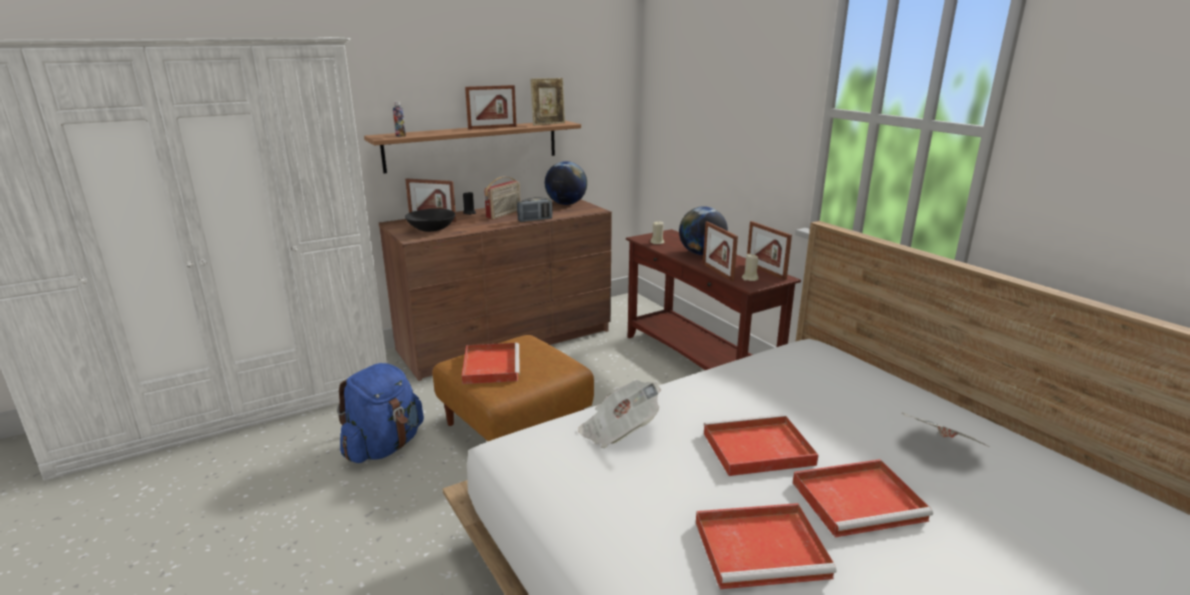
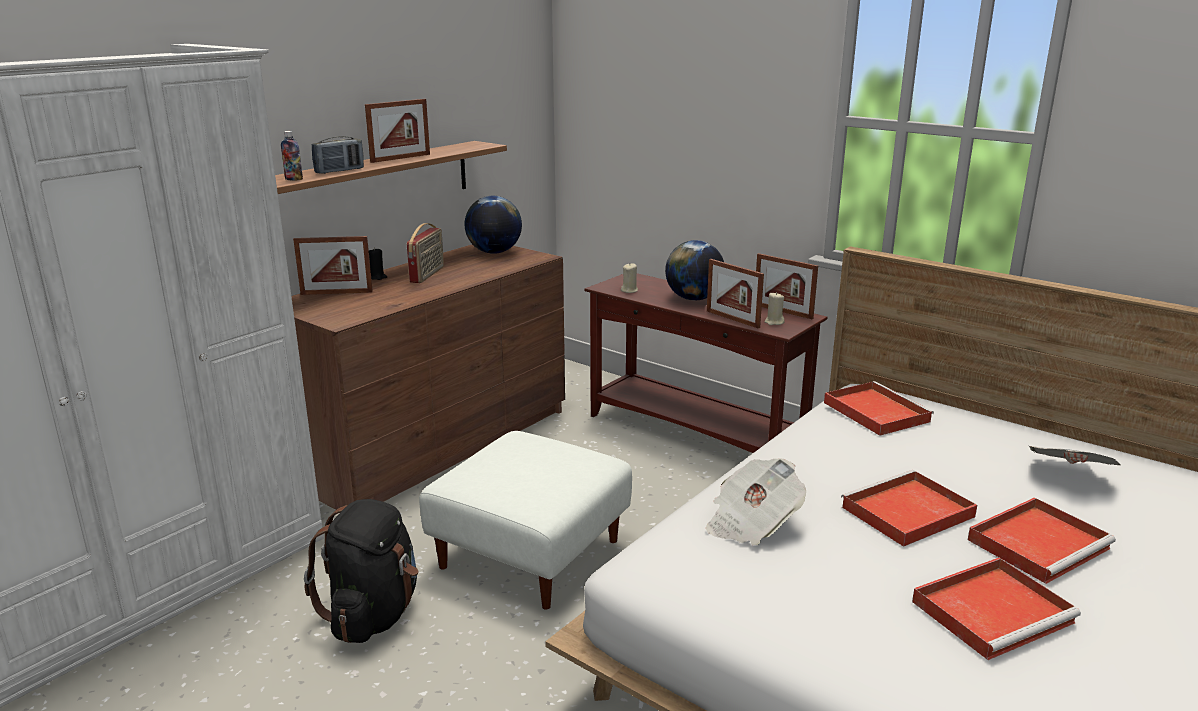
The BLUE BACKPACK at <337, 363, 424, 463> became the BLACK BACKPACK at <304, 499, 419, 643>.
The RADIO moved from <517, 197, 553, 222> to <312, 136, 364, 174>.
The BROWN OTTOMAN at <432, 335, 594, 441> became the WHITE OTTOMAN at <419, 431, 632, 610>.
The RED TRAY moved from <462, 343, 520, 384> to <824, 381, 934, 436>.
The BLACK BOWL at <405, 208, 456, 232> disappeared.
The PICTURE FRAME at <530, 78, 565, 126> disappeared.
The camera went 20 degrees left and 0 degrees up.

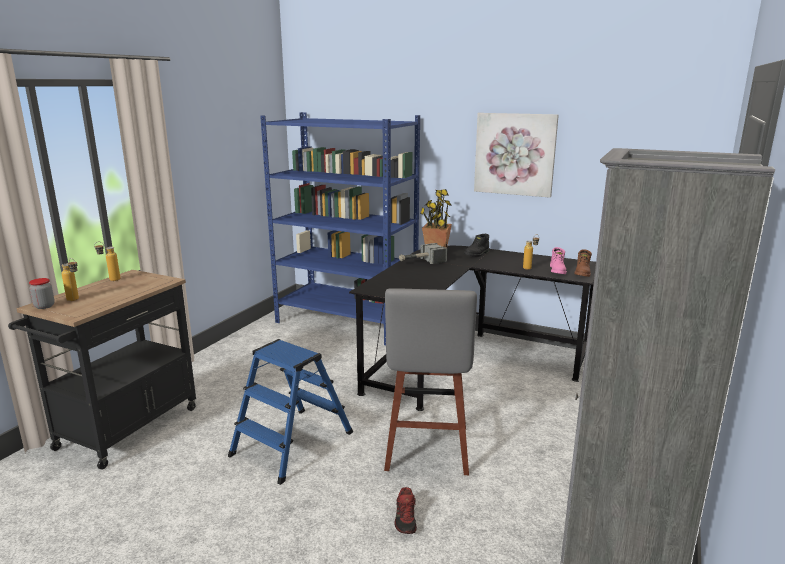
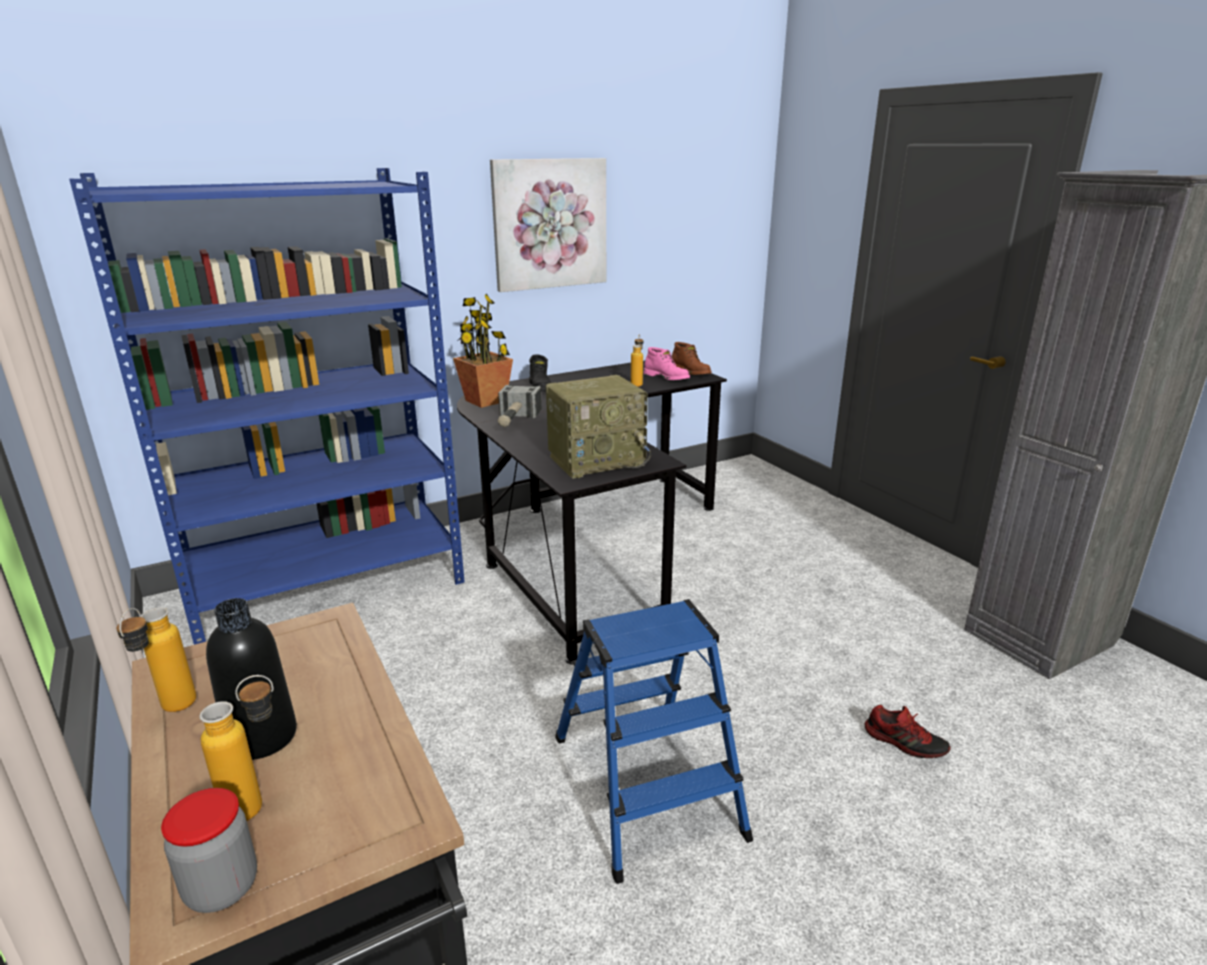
The BLACK BOTTLE at <206, 598, 297, 760> appeared.
The RADIO at <546, 375, 651, 479> appeared.
The GREY STOOL at <384, 288, 477, 475> disappeared.
The camera went 55 degrees left and 5 degrees up.

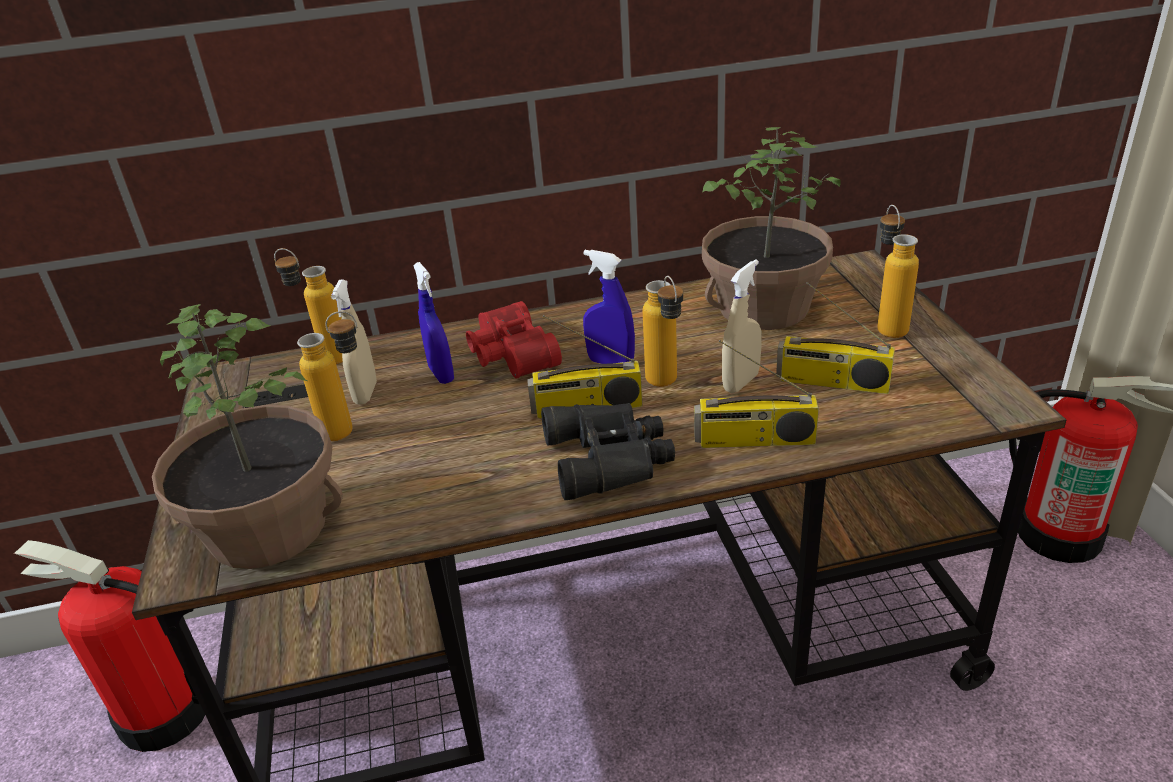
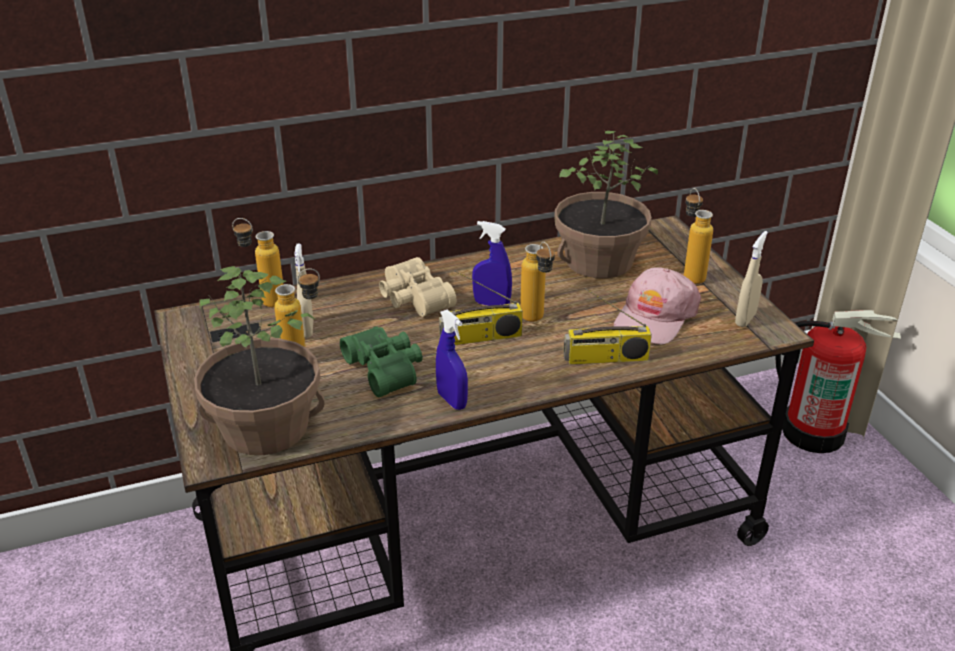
The GREEN BINOCULARS at <340, 326, 422, 397> appeared.
The RED BINOCULARS at <466, 301, 562, 379> became the BEIGE BINOCULARS at <379, 257, 456, 317>.
The BLUE SPRAY BOTTLE moved from <413, 262, 454, 384> to <436, 309, 468, 410>.
The RADIO at <776, 282, 895, 394> was replaced by the PINK CAP at <614, 267, 701, 344>.
The BEIGE SPRAY BOTTLE moved from <722, 259, 762, 393> to <735, 231, 768, 327>.
The FIRE EXTINGUISHER at <14, 540, 205, 752> disappeared.
The BLACK BINOCULARS at <541, 403, 675, 500> disappeared.
The camera went 10 degrees left and 0 degrees up.

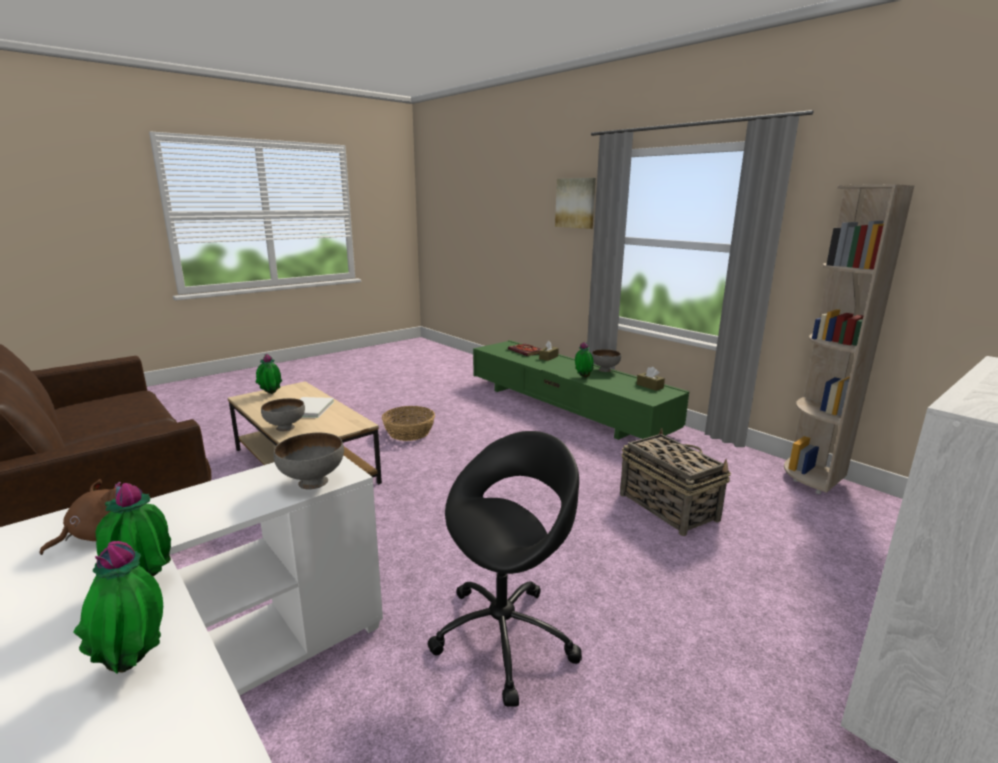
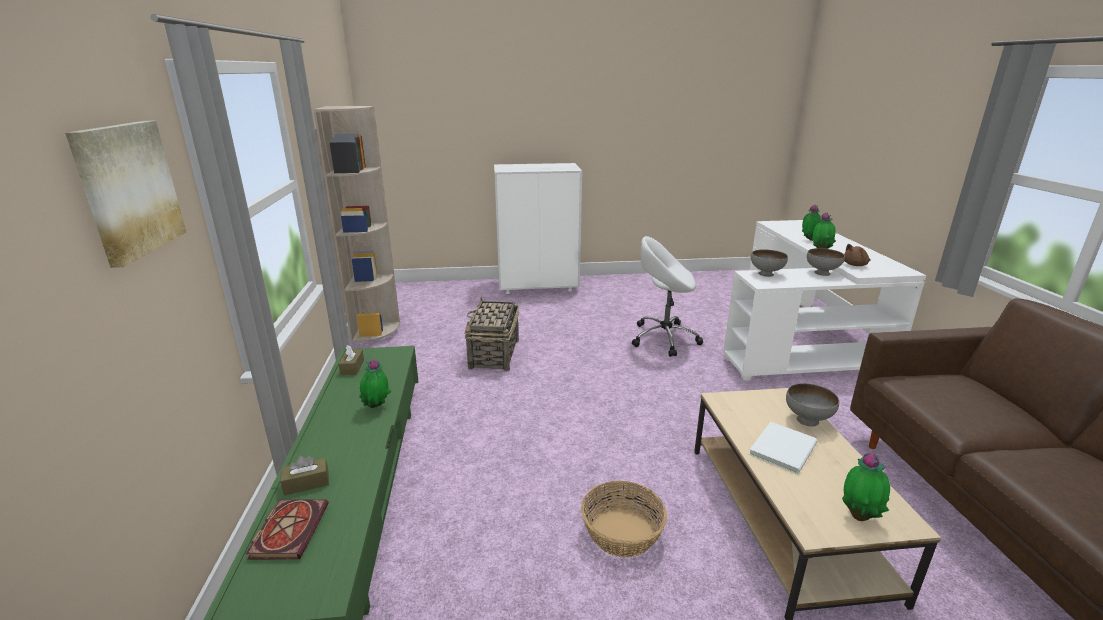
The BLACK OFFICE CHAIR at <428, 431, 582, 707> became the WHITE OFFICE CHAIR at <632, 236, 703, 357>.
The GREY BOWL moved from <591, 349, 621, 372> to <807, 248, 845, 276>.
The camera went 145 degrees left and 5 degrees up.

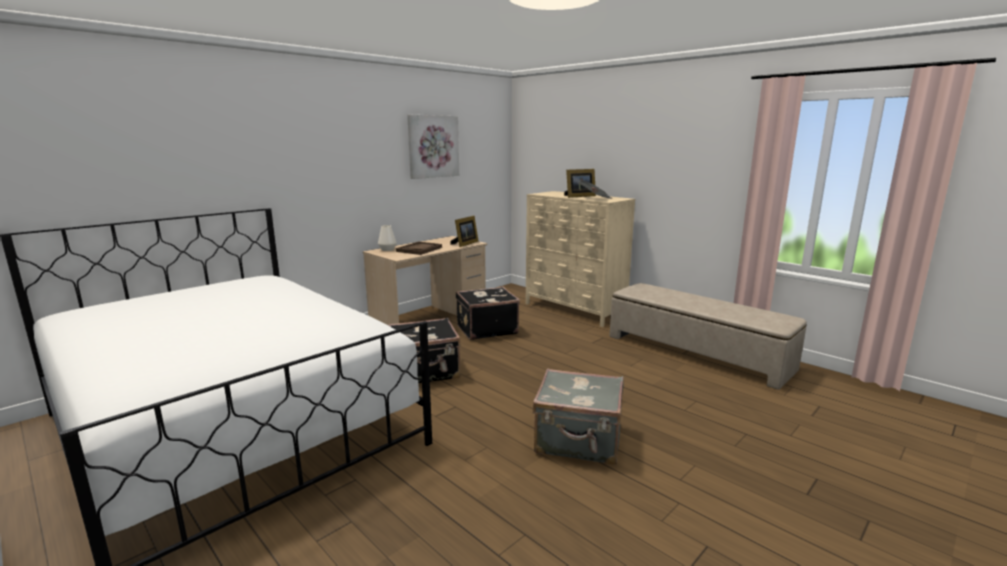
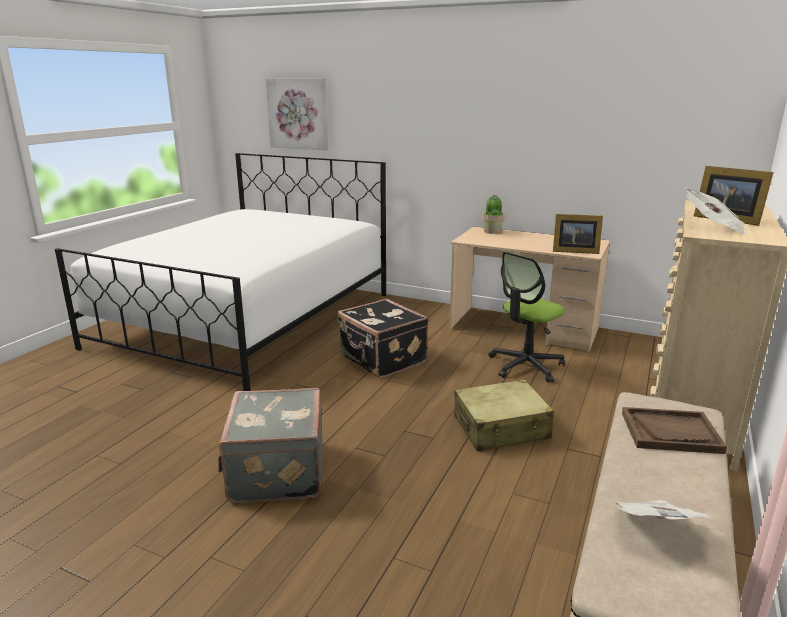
The PICTURE moved from <407, 115, 459, 179> to <266, 78, 328, 150>.
The BEIGE SUITCASE at <454, 379, 554, 451> appeared.
The WHITE VASE at <378, 225, 397, 251> was replaced by the POTTED PLANT at <482, 195, 505, 234>.
The BLACK SUITCASE at <456, 287, 520, 340> was replaced by the OFFICE CHAIR at <489, 251, 565, 383>.
The NEWSPAPER at <614, 500, 711, 520> appeared.
The BROWN TRAY moved from <396, 241, 442, 255> to <622, 407, 727, 454>.
The camera went 70 degrees right and 5 degrees up.

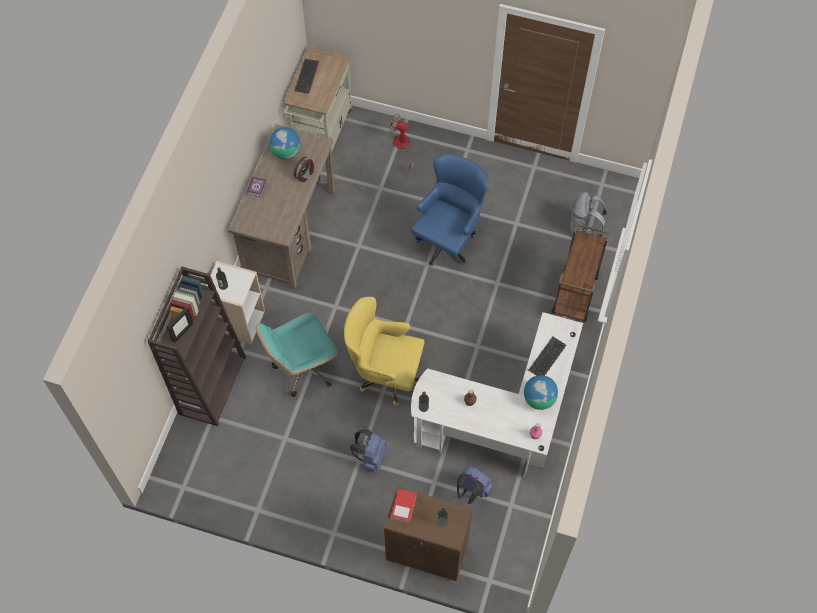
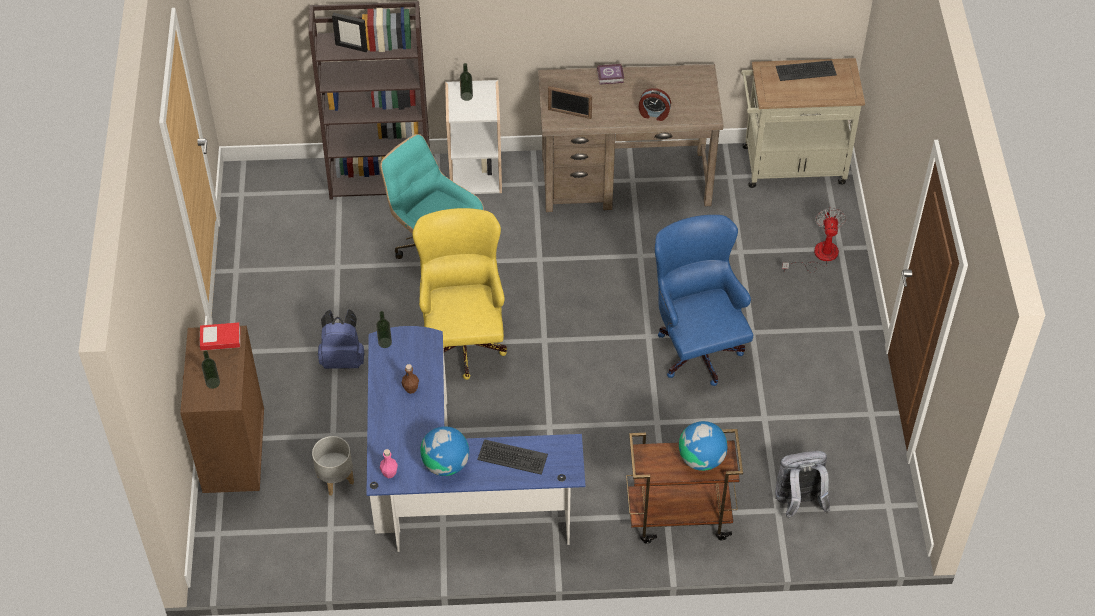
The BLUE BACKPACK at <457, 466, 492, 504> was replaced by the GREY PLANTER at <312, 436, 354, 496>.
The WHITE DESK at <411, 312, 583, 478> became the BLUE DESK at <366, 326, 585, 552>.
The PICTURE FRAME at <548, 86, 592, 119> appeared.
The BLUE OFFICE CHAIR at <411, 154, 489, 266> turned 120 degrees counterclockwise.
The GLOBE moved from <269, 127, 301, 159> to <679, 421, 727, 471>.
The camera went 70 degrees right and 10 degrees down.

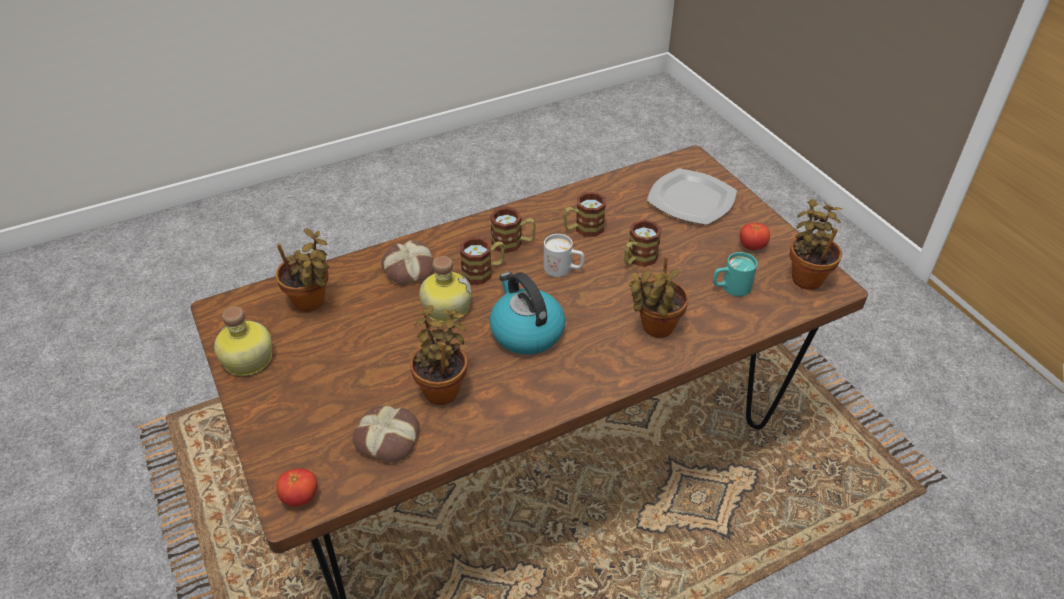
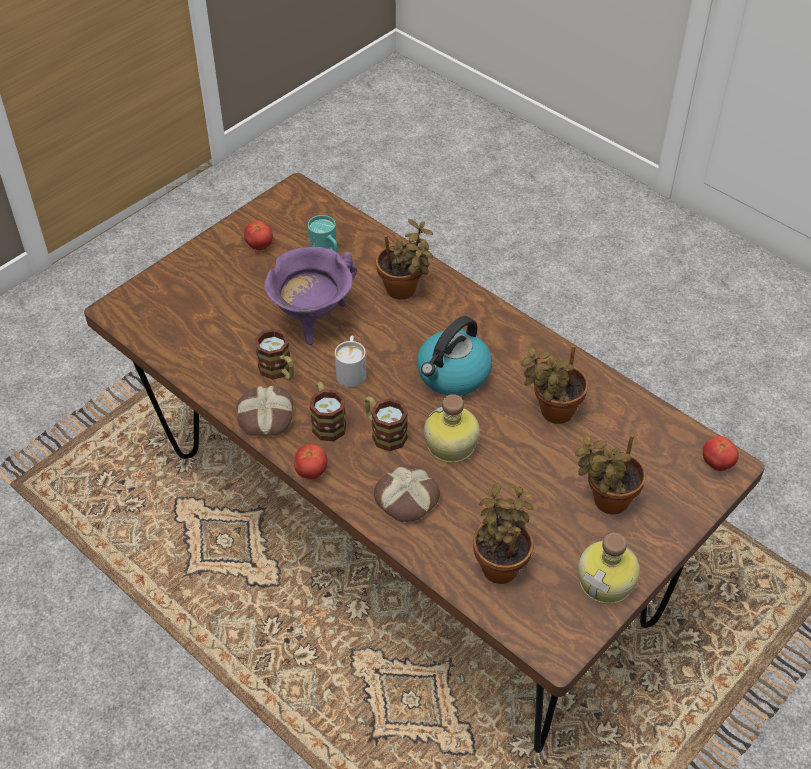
The BREAD moved from <352, 405, 420, 462> to <236, 385, 293, 436>.
The MUG at <624, 220, 662, 267> was replaced by the PURPLE COOKING POT at <264, 247, 357, 345>.
The TOMATO at <294, 444, 327, 479> appeared.
The POTTED PLANT moved from <790, 199, 842, 290> to <575, 434, 646, 515>.
The PLATE at <647, 168, 737, 225> disappeared.
The camera went 110 degrees left and 5 degrees up.

